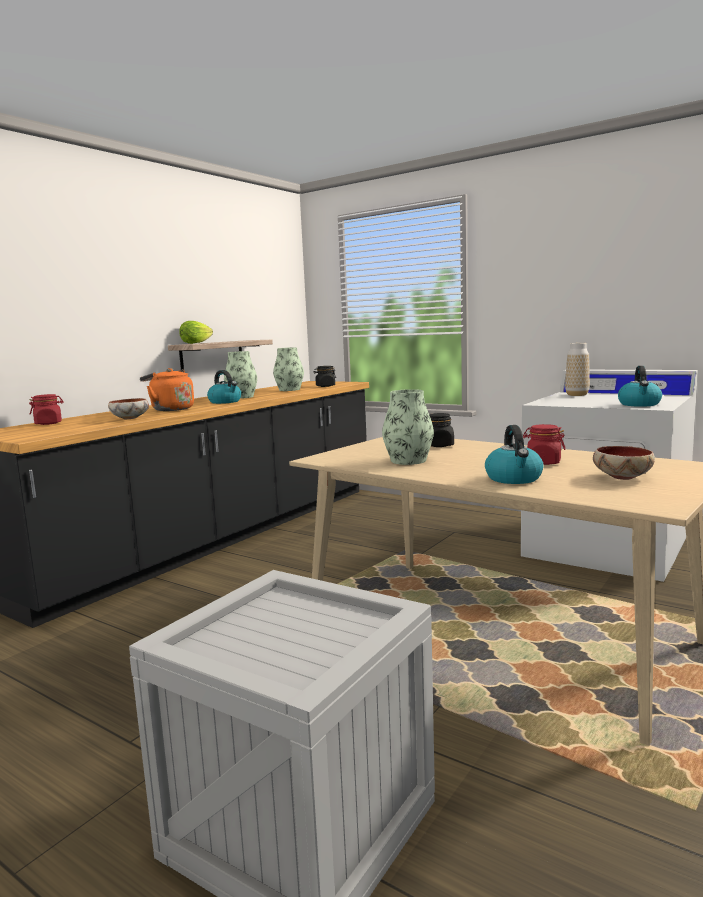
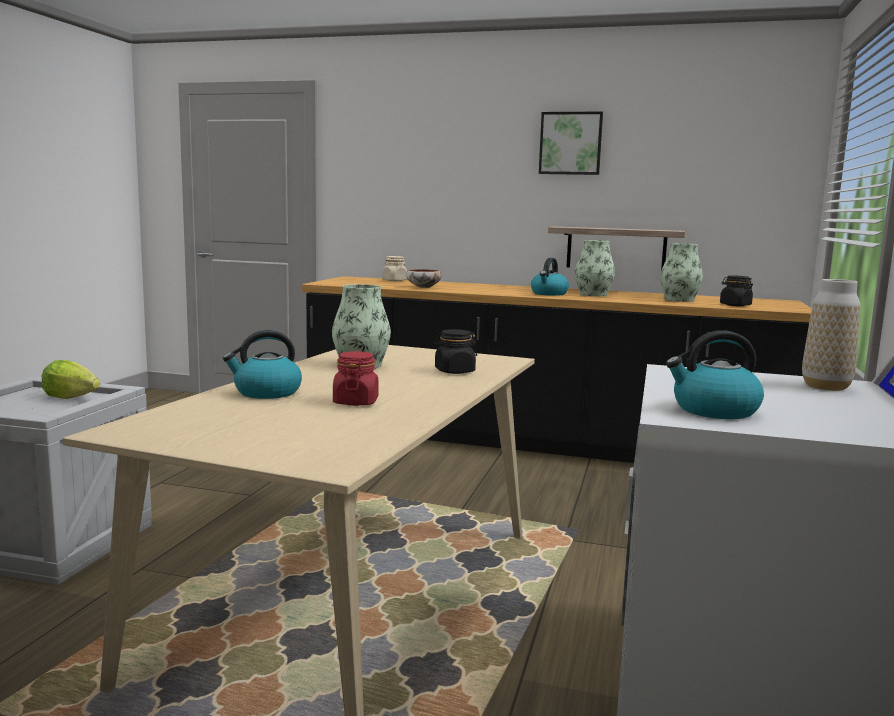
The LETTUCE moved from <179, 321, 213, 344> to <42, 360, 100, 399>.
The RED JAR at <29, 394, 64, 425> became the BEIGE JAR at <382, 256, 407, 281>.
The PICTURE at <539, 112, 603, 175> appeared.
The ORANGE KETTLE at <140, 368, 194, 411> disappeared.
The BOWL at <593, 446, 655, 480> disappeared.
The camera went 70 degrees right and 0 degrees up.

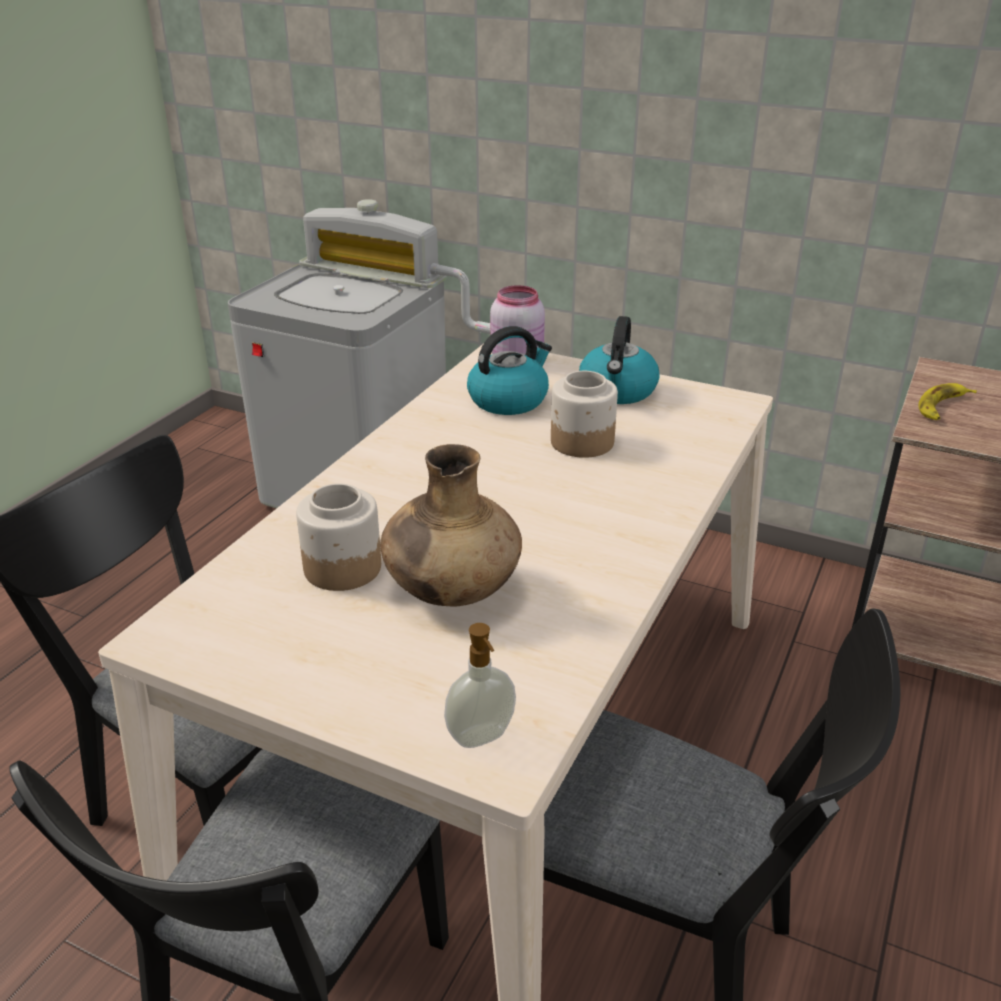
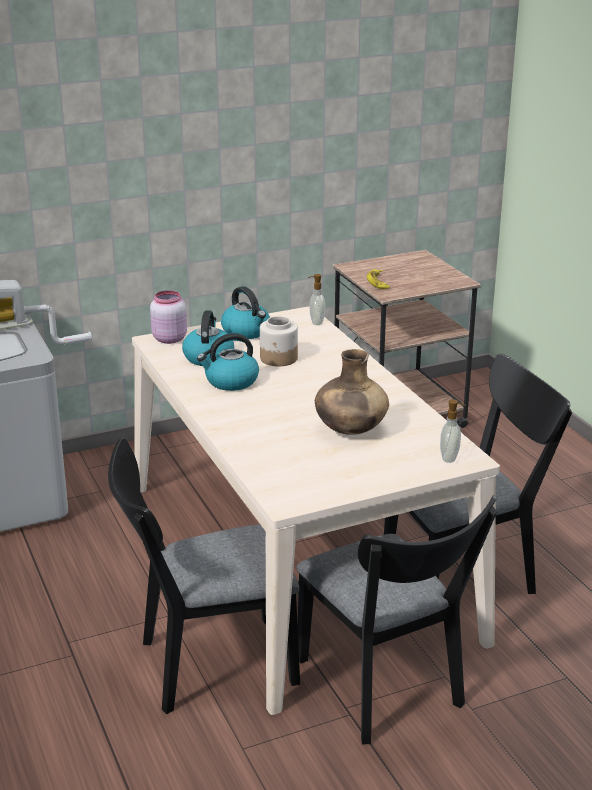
The KETTLE at <197, 333, 259, 391> appeared.
The SOAP DISPENSER at <308, 274, 325, 325> appeared.
The JAR at <296, 483, 381, 591> disappeared.
The camera went 50 degrees left and 5 degrees down.

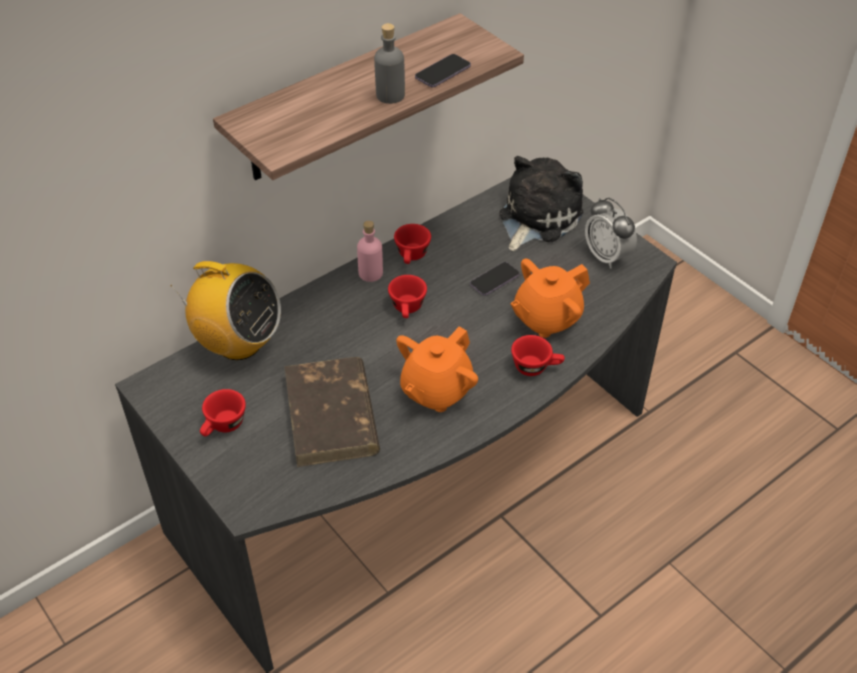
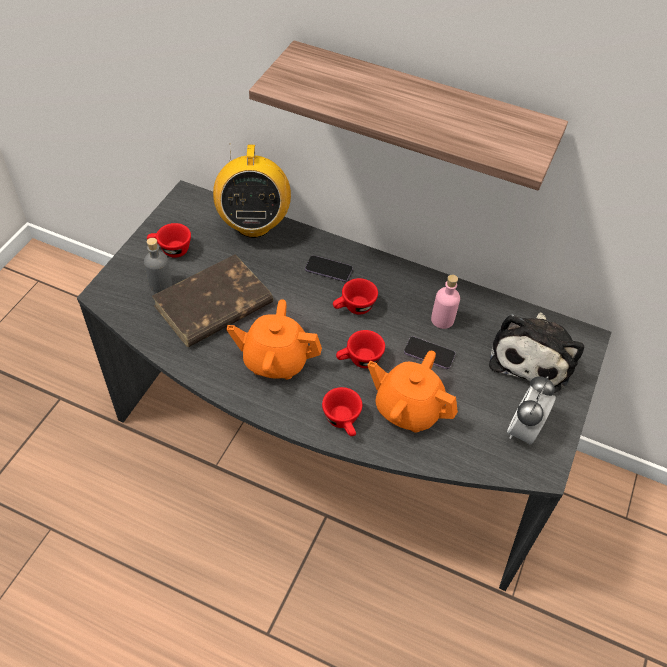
The GREY BOTTLE moved from <374, 23, 405, 104> to <144, 238, 172, 293>.
The PHONE moved from <415, 54, 471, 87> to <305, 255, 353, 282>.
The RED CUP moved from <394, 224, 431, 264> to <336, 330, 385, 368>.
The PINK BOTTLE moved from <357, 221, 383, 282> to <431, 275, 460, 329>.
The PLUSH TOY at <499, 156, 584, 251> turned 105 degrees clockwise.
The camera went 60 degrees right and 5 degrees up.

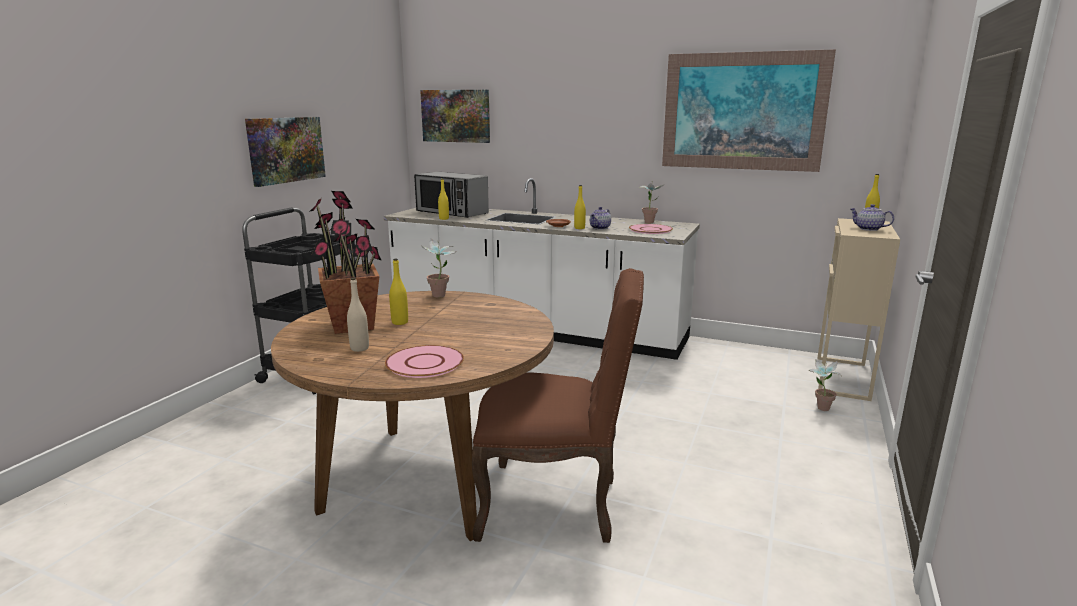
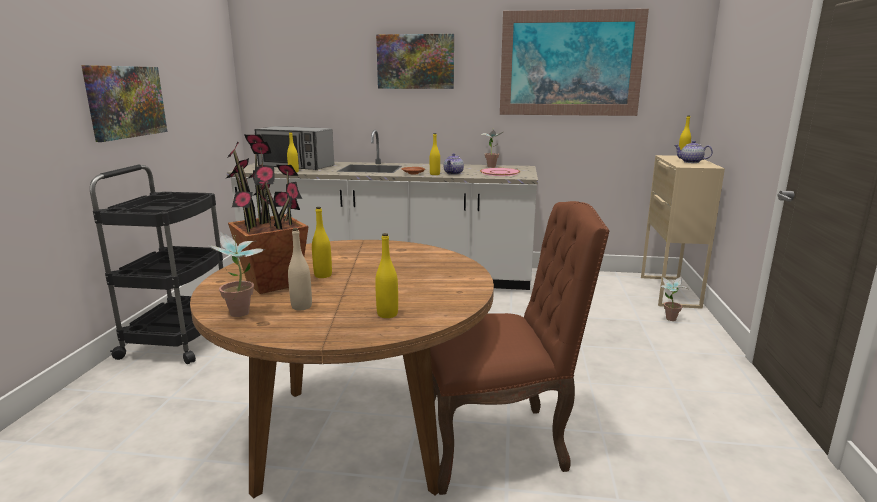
The POTTED PLANT moved from <422, 238, 457, 297> to <208, 231, 265, 317>.
The PINK PLATE at <385, 345, 464, 378> was replaced by the YELLOW BOTTLE at <375, 233, 398, 318>.
The PICTURE moved from <420, 90, 490, 143> to <376, 34, 454, 89>.
The camera went 15 degrees left and 0 degrees up.

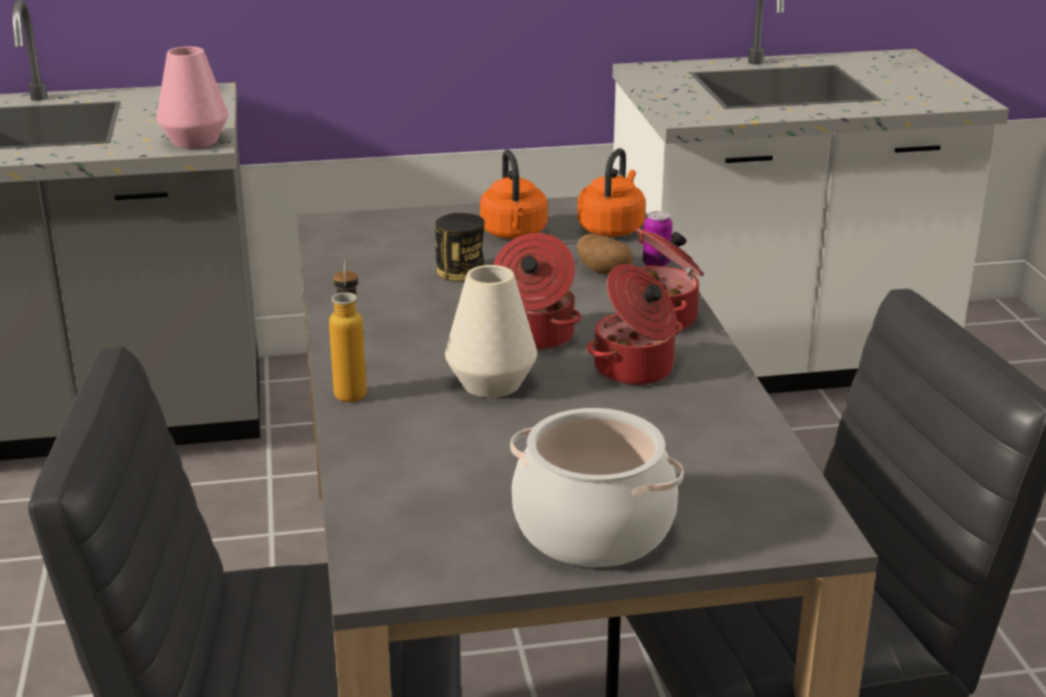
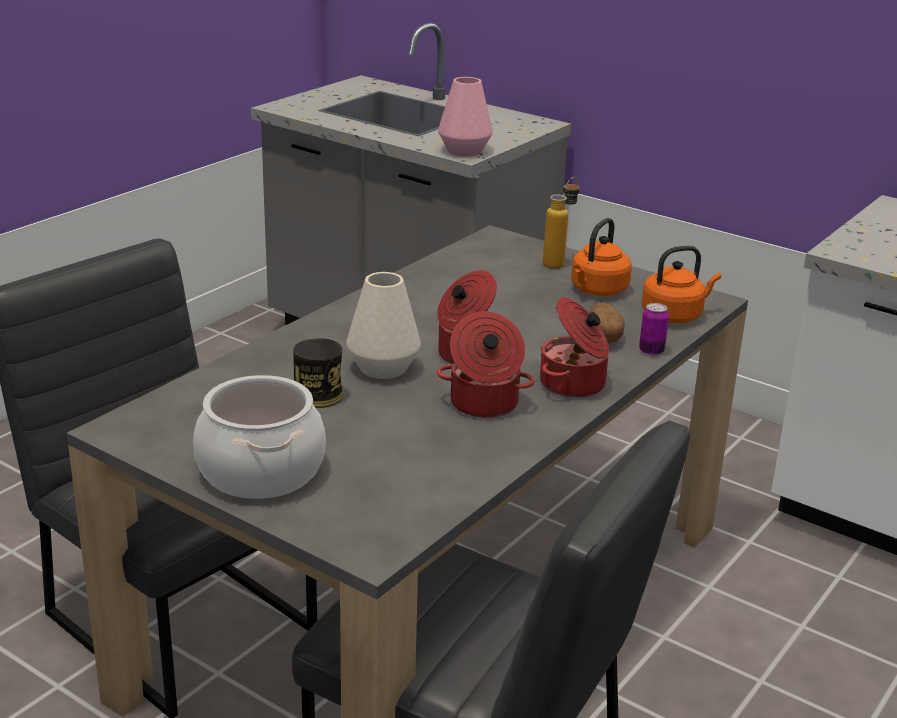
The CAN moved from <435, 213, 485, 282> to <293, 338, 343, 408>.
The BOTTLE moved from <329, 261, 367, 402> to <543, 177, 580, 269>.
The camera went 45 degrees right and 0 degrees up.

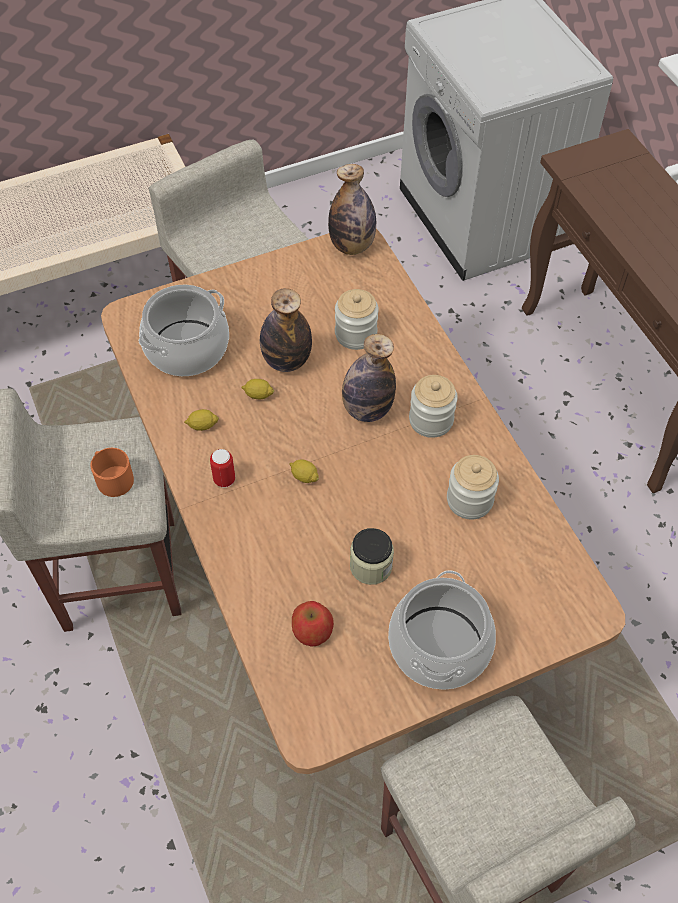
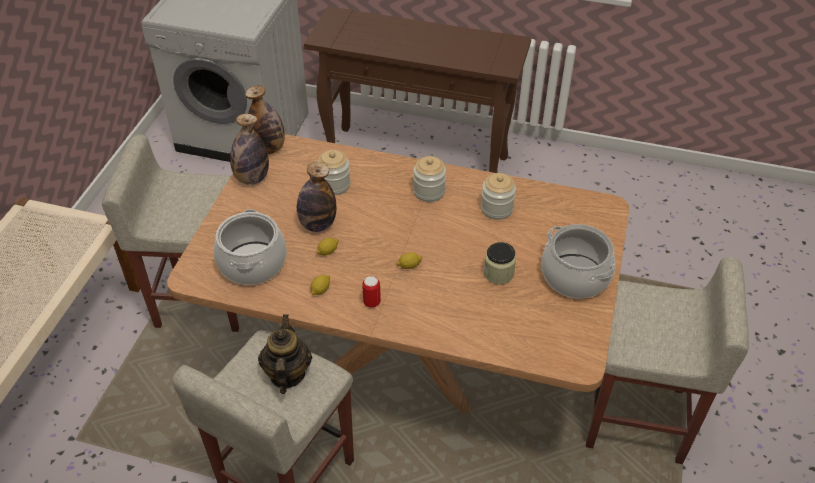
The BOTTLE moved from <342, 334, 396, 422> to <230, 114, 269, 185>.
The ORANGE MUG at <90, 448, 134, 497> was replaced by the TEAPOT at <258, 315, 312, 394>.
The APPLE at <292, 601, 334, 647> disappeared.
The camera went 50 degrees left and 10 degrees down.

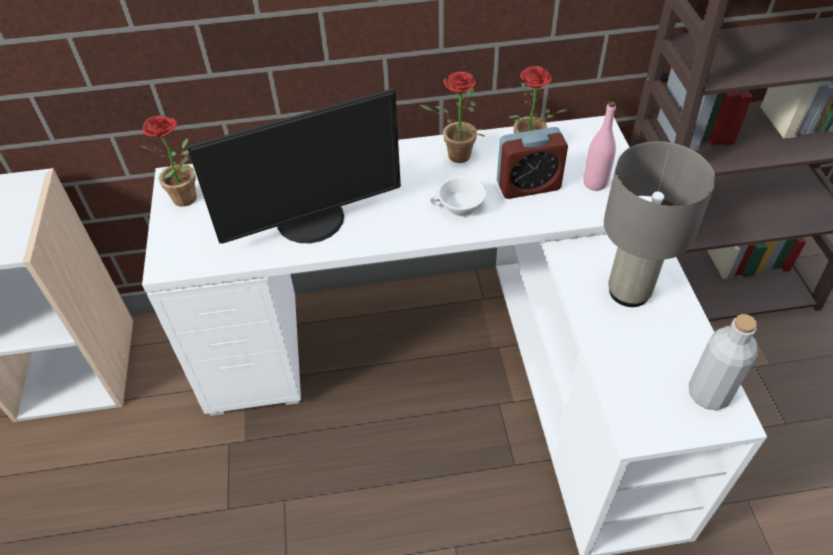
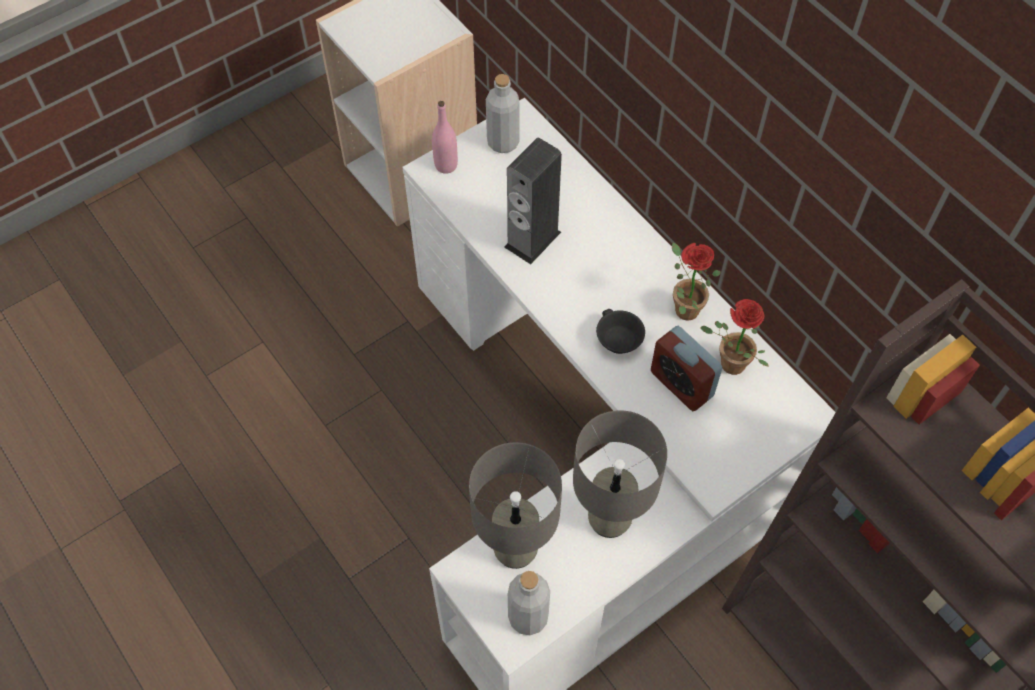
The PINK BOTTLE moved from <583, 101, 616, 191> to <432, 101, 458, 174>.
The GREY TABLE LAMP at <469, 442, 562, 569> appeared.
The POTTED PLANT at <141, 116, 197, 207> was replaced by the GREY BOTTLE at <486, 74, 520, 153>.
The MONITOR at <187, 89, 401, 244> was replaced by the SPEAKER at <504, 138, 562, 264>.
The WHITE CUP at <430, 176, 486, 217> became the BLACK CUP at <596, 309, 645, 354>.
The camera went 60 degrees right and 10 degrees up.

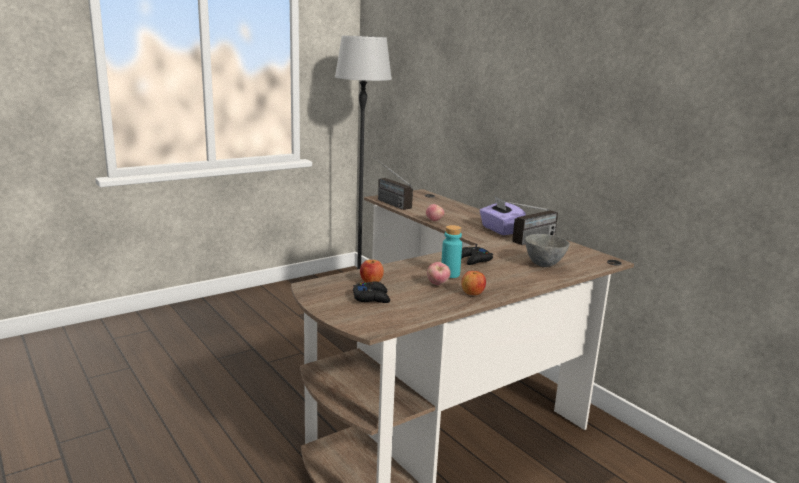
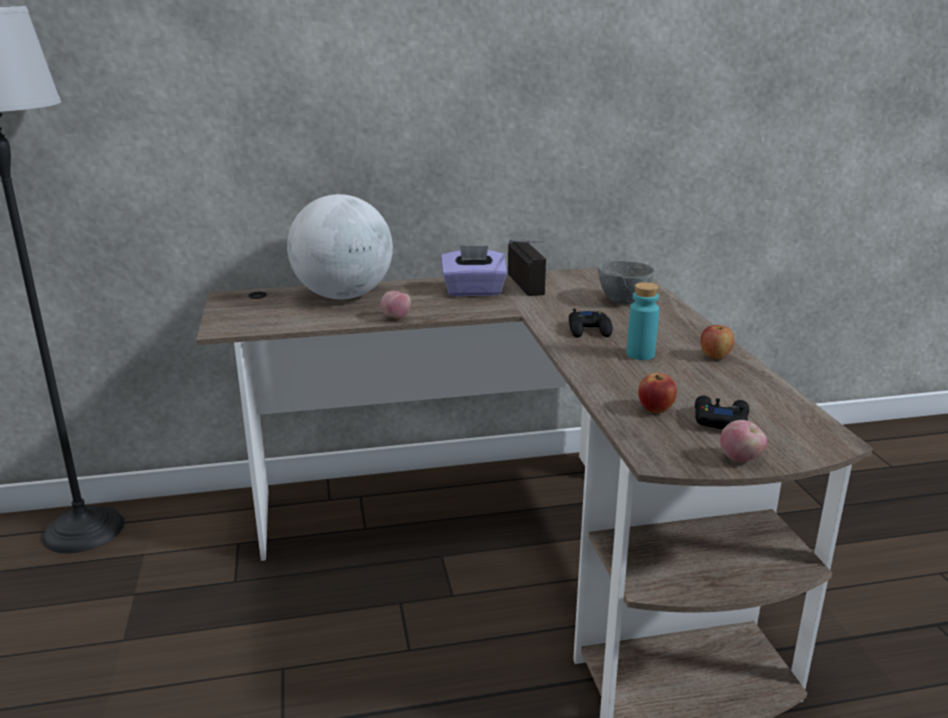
The GLOBE at <287, 194, 393, 299> appeared.
The APPLE moved from <427, 262, 451, 285> to <720, 420, 767, 462>.
The RADIO at <373, 157, 413, 210> disappeared.
The camera went 65 degrees left and 5 degrees up.

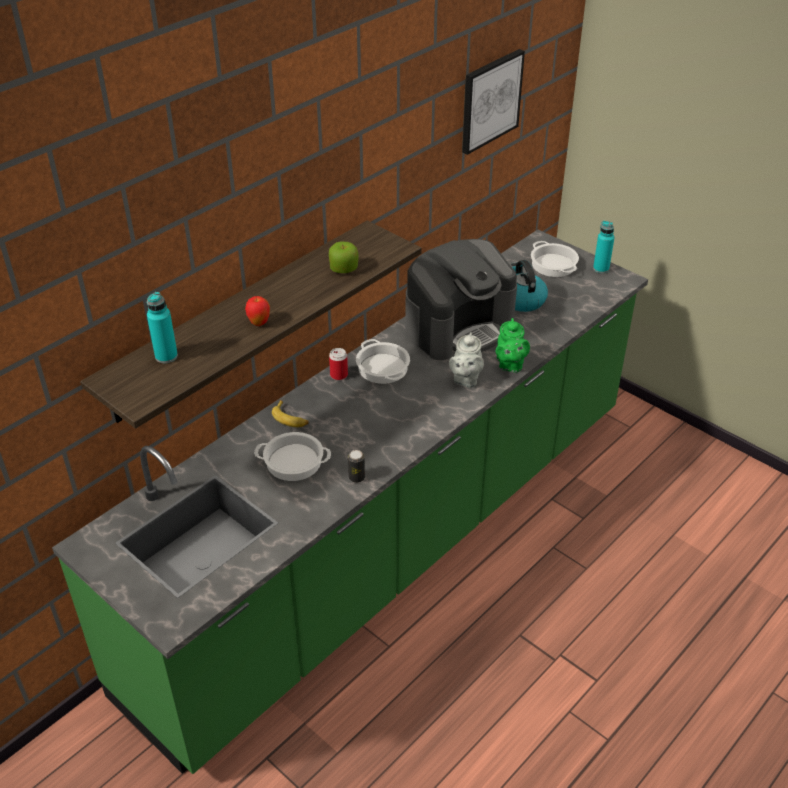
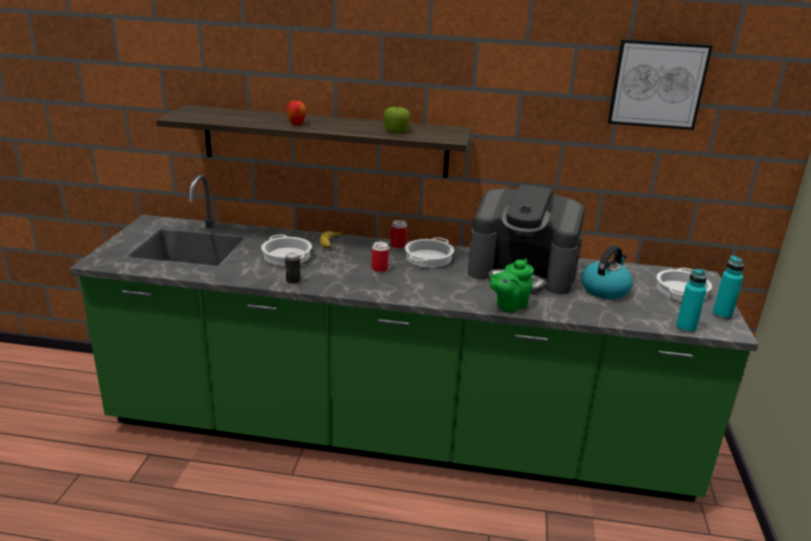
The CAN at <372, 242, 389, 273> appeared.
The TURQUOISE BOTTLE moved from <147, 292, 178, 363> to <676, 269, 707, 333>.
The GREY TEAPOT at <449, 332, 484, 388> disappeared.
The camera went 55 degrees right and 15 degrees down.

